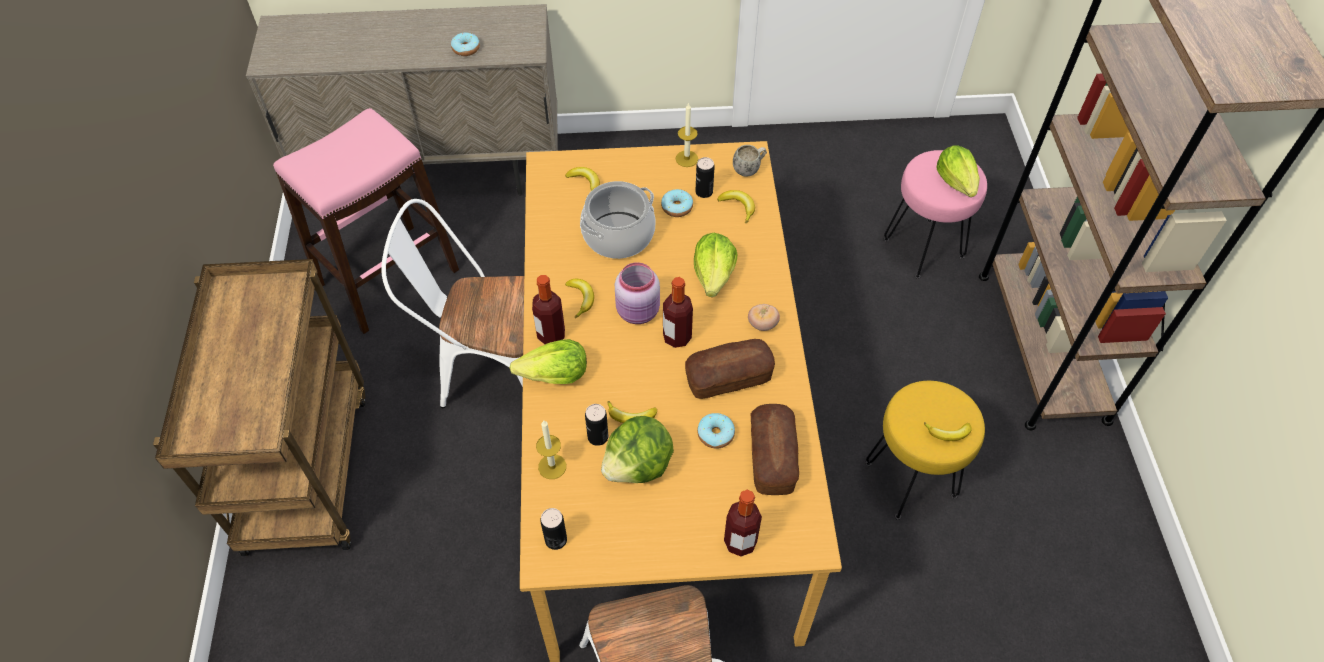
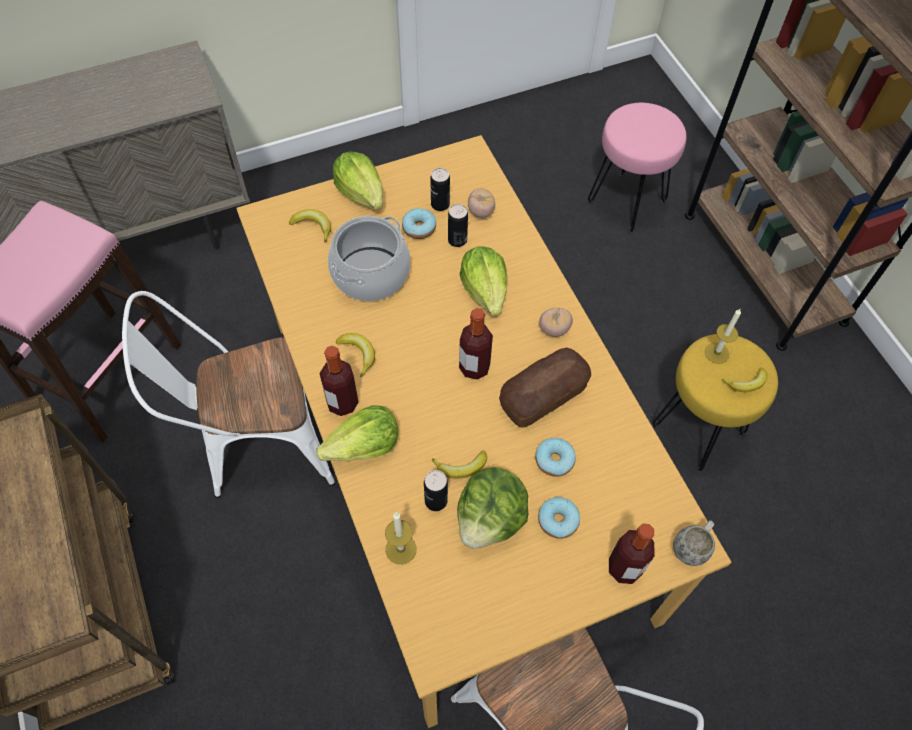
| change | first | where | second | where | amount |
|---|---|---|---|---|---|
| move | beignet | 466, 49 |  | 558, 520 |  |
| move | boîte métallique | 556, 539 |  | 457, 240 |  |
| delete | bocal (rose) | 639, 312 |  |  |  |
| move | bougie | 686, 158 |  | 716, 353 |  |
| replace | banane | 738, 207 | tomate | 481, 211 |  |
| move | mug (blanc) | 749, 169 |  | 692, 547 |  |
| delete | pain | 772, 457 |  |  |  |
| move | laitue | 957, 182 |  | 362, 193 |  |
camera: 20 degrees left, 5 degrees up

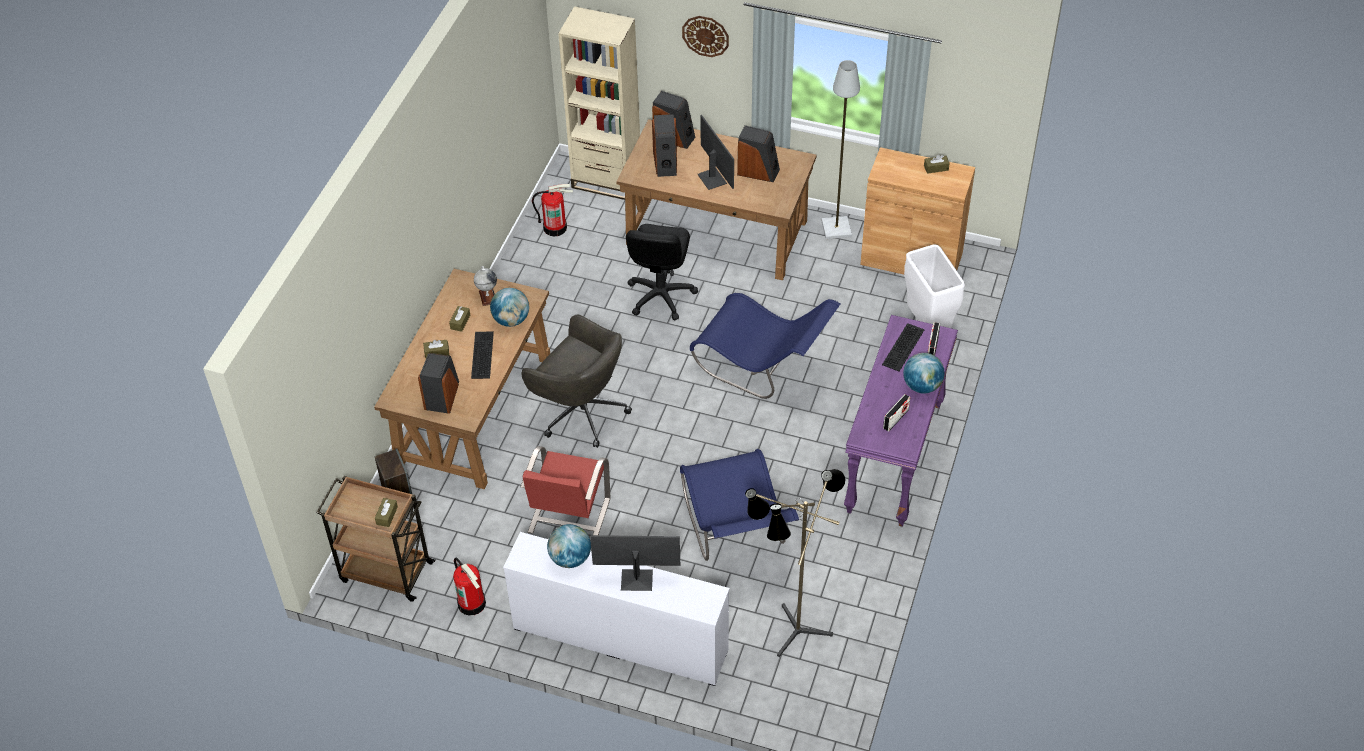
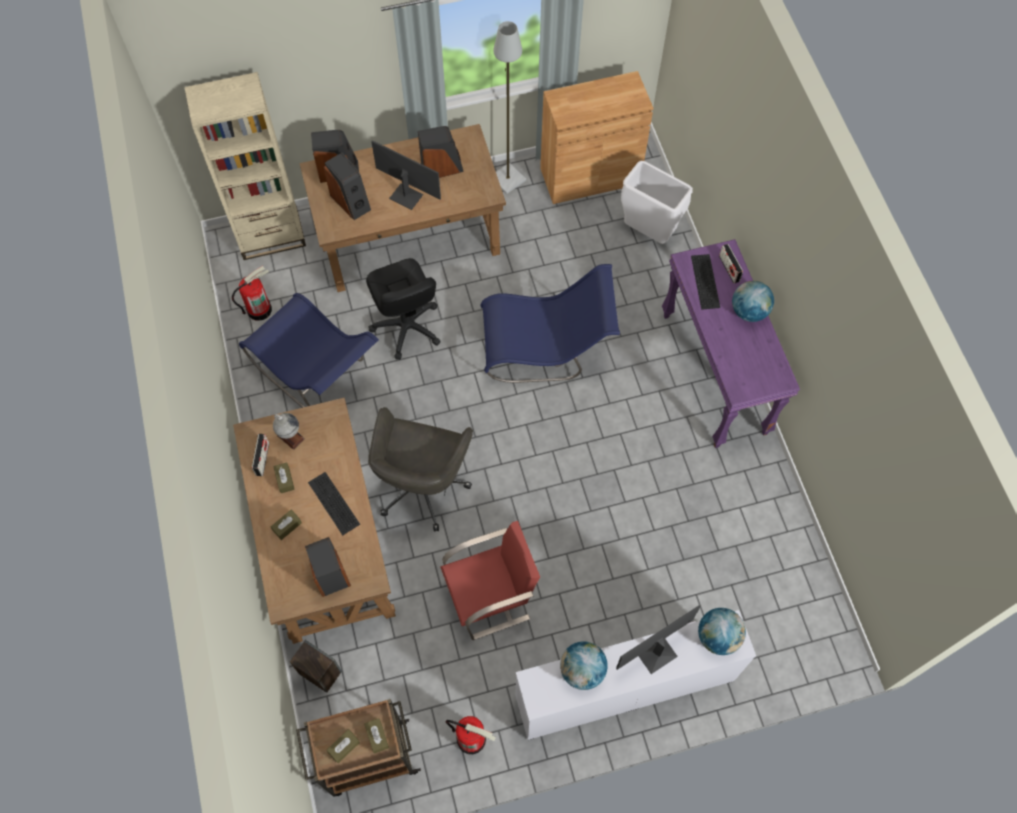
| change | first | where | second | where | amount |
|---|---|---|---|---|---|
| move | globe | 511, 320 |  | 718, 637 |  |
| rotate | chaise de bureau (gris) | 581, 411 |  | 423, 484 | 105 degrees clockwise |
| rotate | chaise (rouge) | 568, 516 |  | 490, 596 | 90 degrees counterclockwise |
| move | chaise (bleu) | 736, 532 |  | 316, 372 |  |
| delete | horloge murale | 705, 36 |  |  |  |
| delete | lampadaire | 791, 629 |  |  |  |
| move | radio | 896, 419 |  | 262, 459 |  |
| move | boîte à mouchoirs (marron) | 936, 168 |  | 344, 747 |  |
camera: 35 degrees left, 15 degrees up

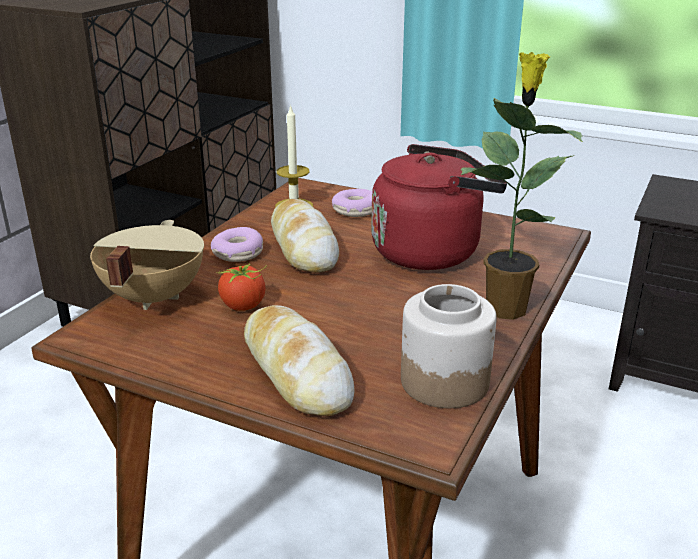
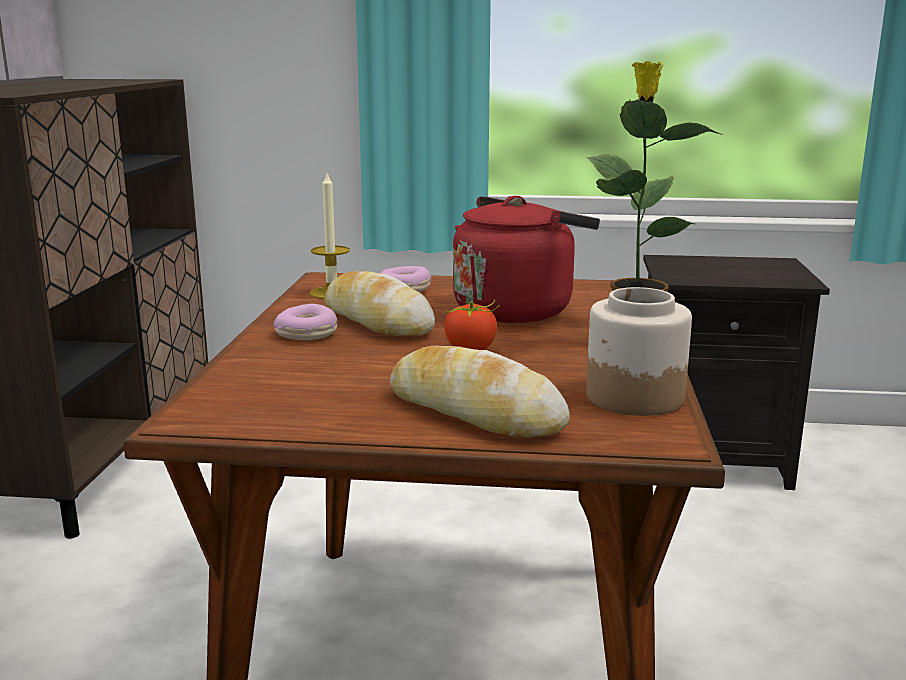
| change | first | where | second | where | amount |
|---|---|---|---|---|---|
| delete | marmite (beige) | 151, 297 |  |  |  |
| move | tomate | 243, 305 |  | 471, 349 |  |
camera: 20 degrees left, 10 degrees down

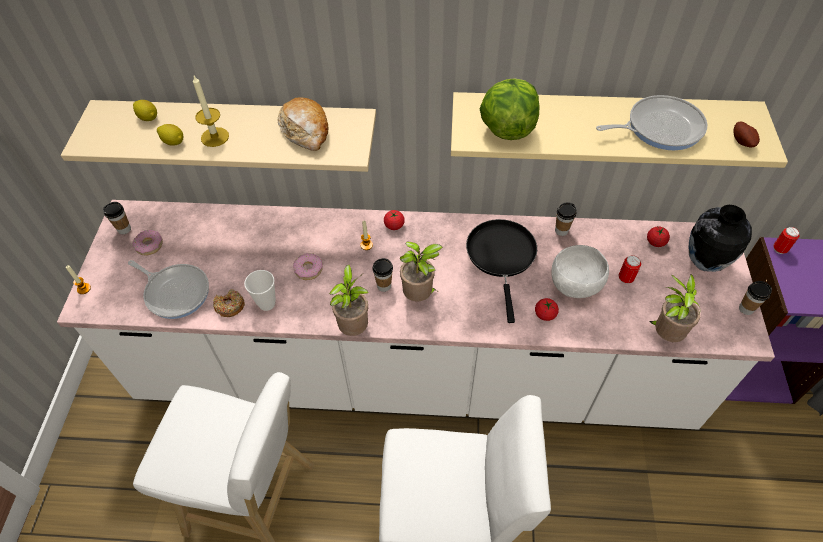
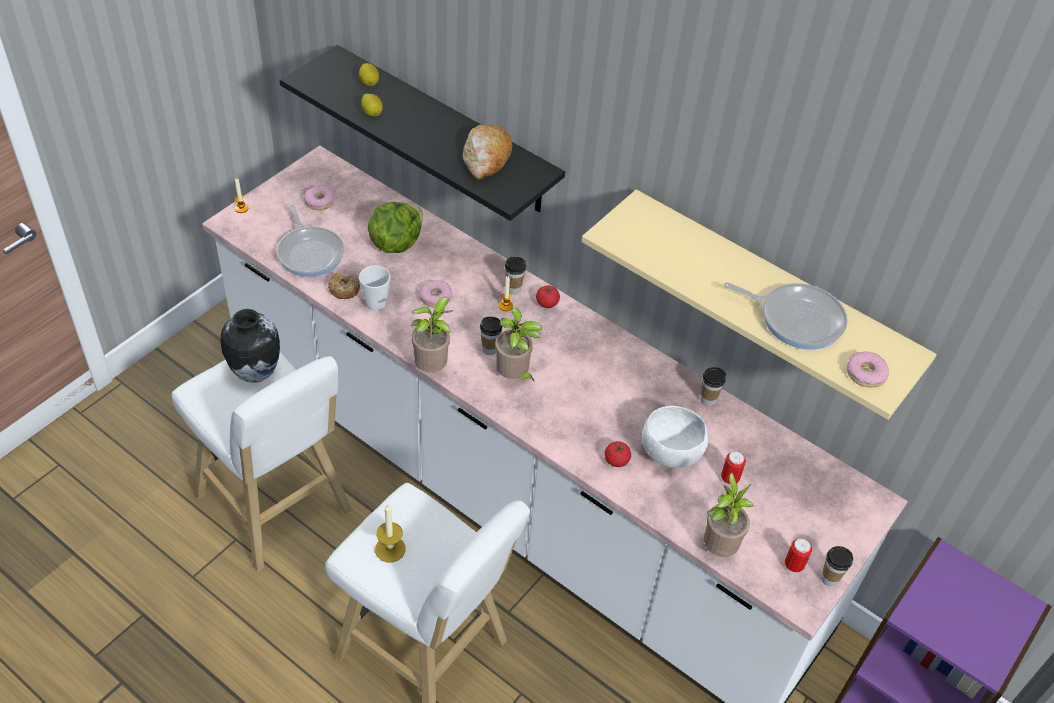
| change | first | where | second | where | amount |
|---|---|---|---|---|---|
| recolor | étagère (beige) | 238, 128 | étagère (noir) | 445, 131 |  |
| move | tasse | 124, 229 |  | 513, 289 |  |
| move | bougie | 215, 137 |  | 390, 549 |  |
| delete | poêle (noir) | 501, 256 |  |  |  |
| move | laitue | 507, 128 |  | 395, 242 |  |
| delete | tomate | 655, 242 |  |  |  |
| move | vase | 703, 263 |  | 255, 373 |  |
| replace | pomme de terre | 743, 142 | beignet | 865, 374 |  |
| move | boîte métallique | 779, 249 |  | 793, 565 |  |
camera: 30 degrees right, 5 degrees down

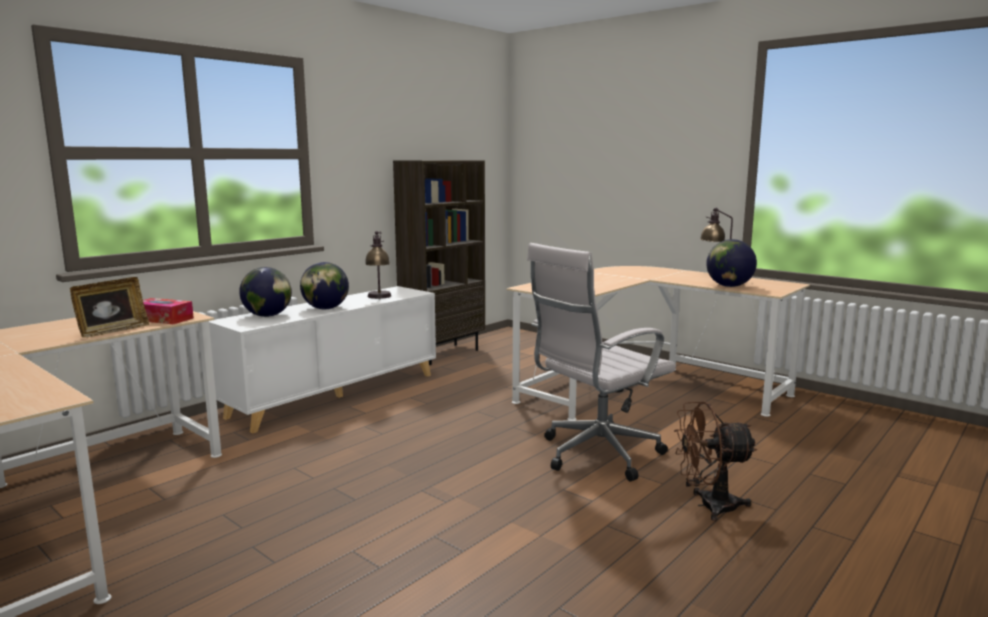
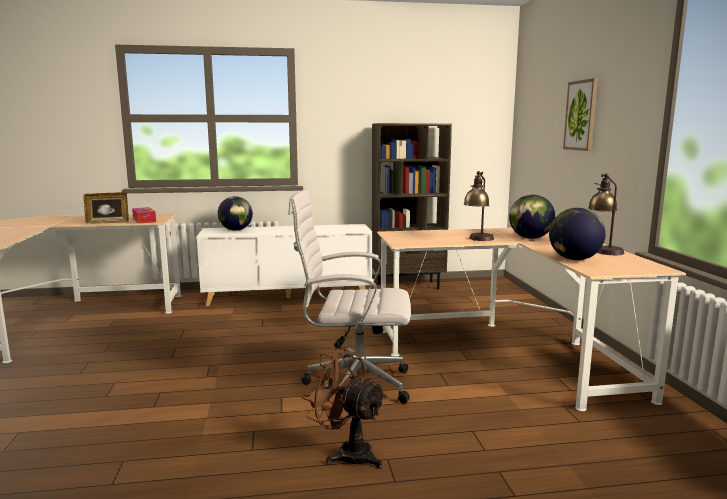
| change | first | where | second | where | amount |
|---|---|---|---|---|---|
| move | globe | 325, 308 |  | 530, 238 |  |
| move | lampe de table | 379, 298 |  | 478, 240 |  |
| insert |  |  | tableau | 581, 115 |  |
camera: 40 degrees right, 0 degrees up

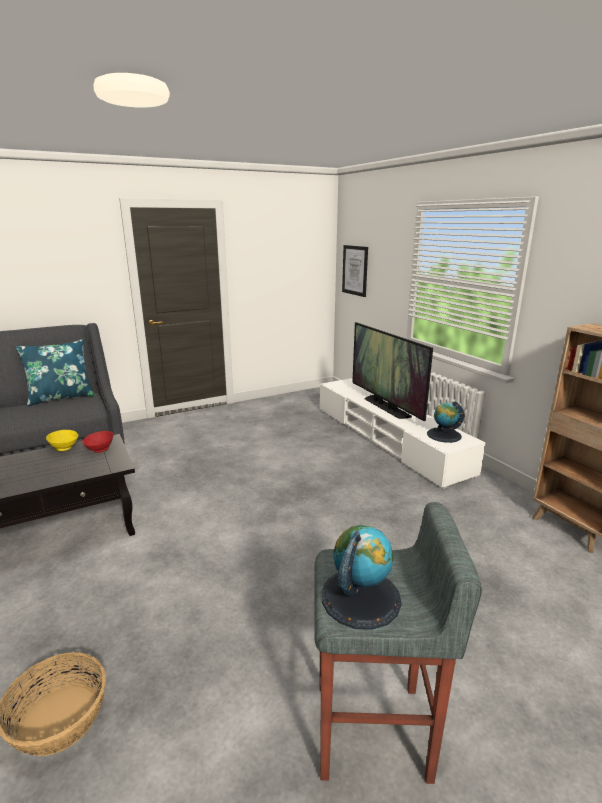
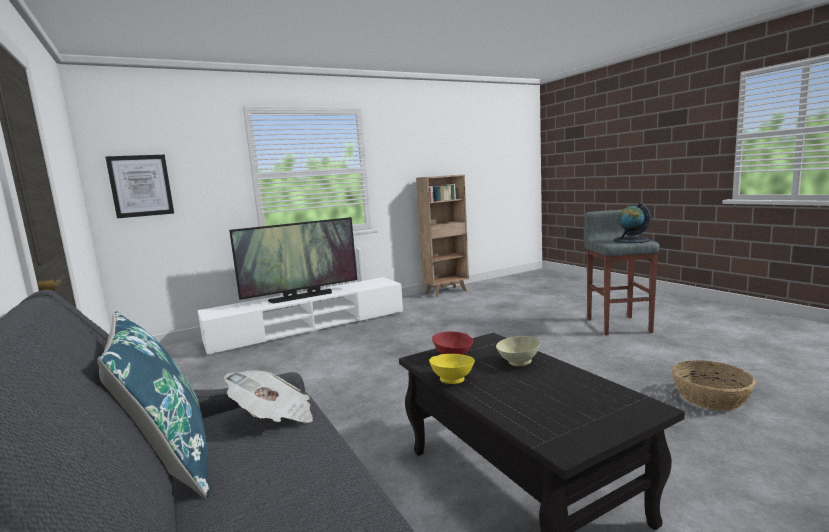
| change | first | where | second | where | amount |
|---|---|---|---|---|---|
| delete | globe | 444, 435 |  |  |  |
| insert |  |  | journal | 274, 417 |  |
| insert |  |  | bol (beige) | 518, 362 |  |
camera: 90 degrees left, 10 degrees down

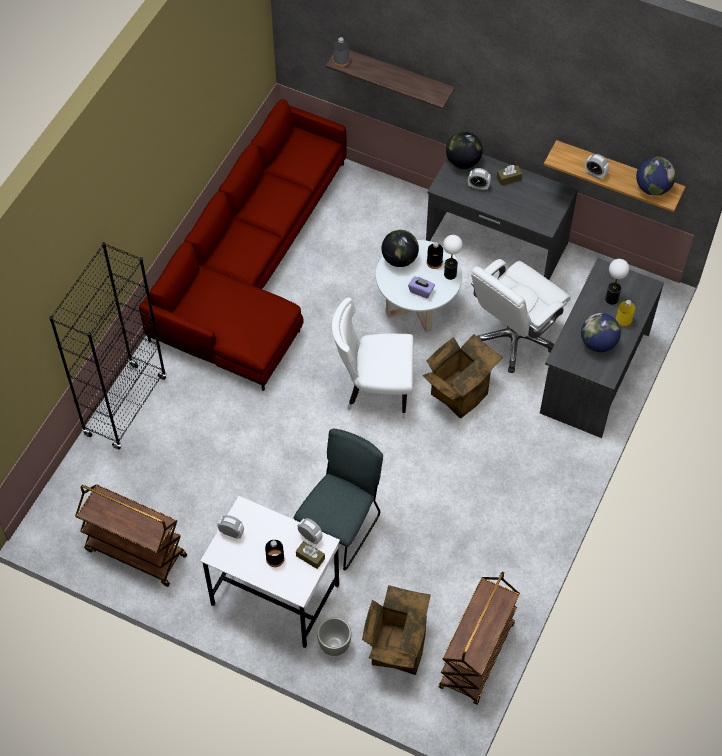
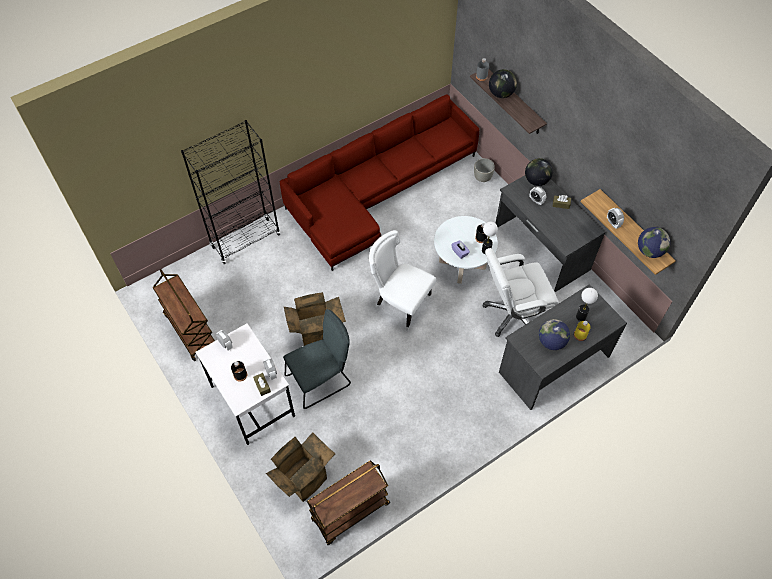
| change | first | where | second | where | amount |
|---|---|---|---|---|---|
| move | cache-pot (gris) | 334, 645 |  | 482, 178 |  |
| move | globe | 399, 259 |  | 501, 94 |  |
| move | carton | 458, 391 |  | 316, 331 |  |
camera: 30 degrees right, 0 degrees up

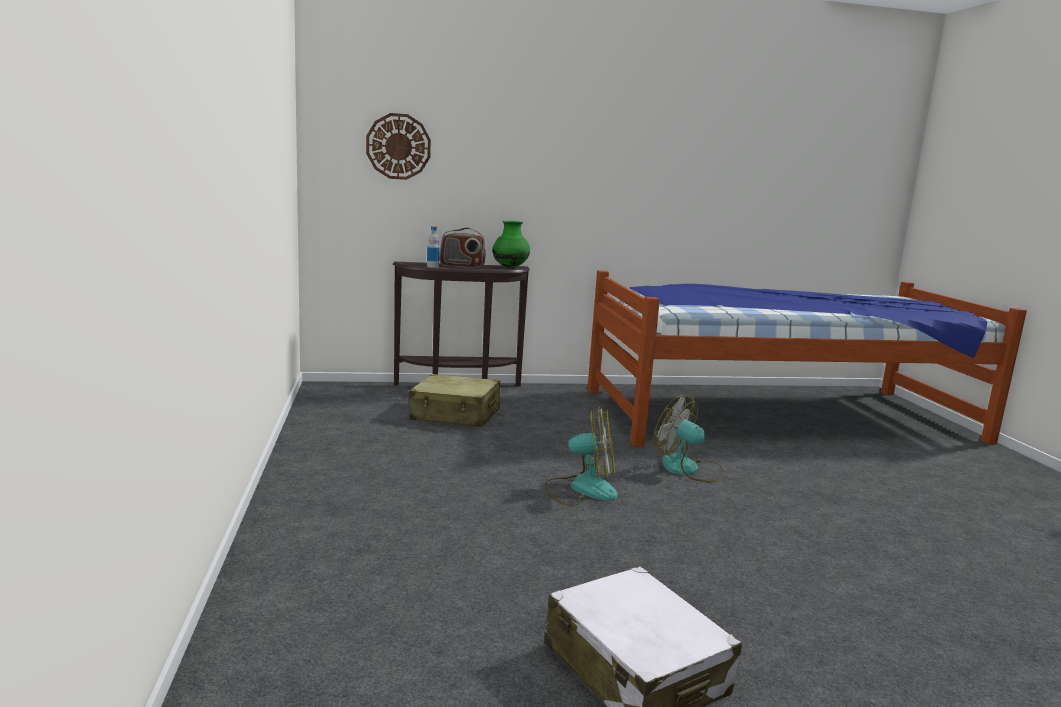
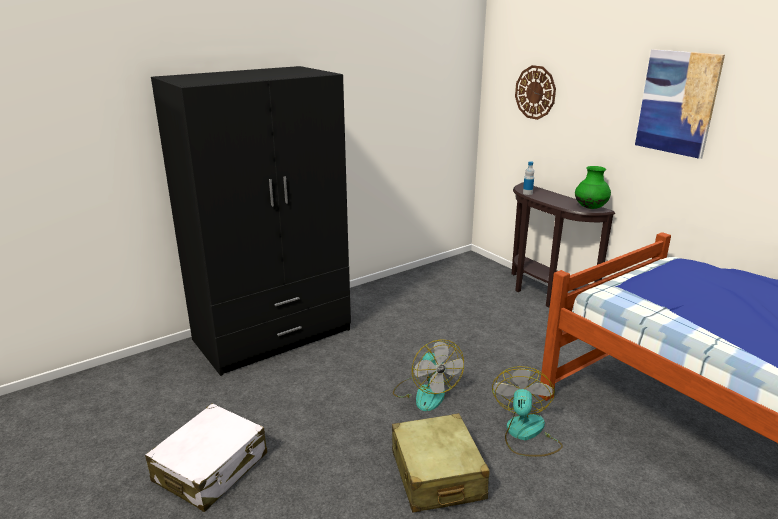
| change | first | where | second | where | amount |
|---|---|---|---|---|---|
| move | valise (beige) | 455, 415 |  | 437, 475 |  |
| delete | radio | 462, 266 |  |  |  |
| insert |  |  | armoire (noir) | 273, 335 |  |
| insert |  |  | tableau | 677, 103 |  |
camera: 65 degrees right, 10 degrees up

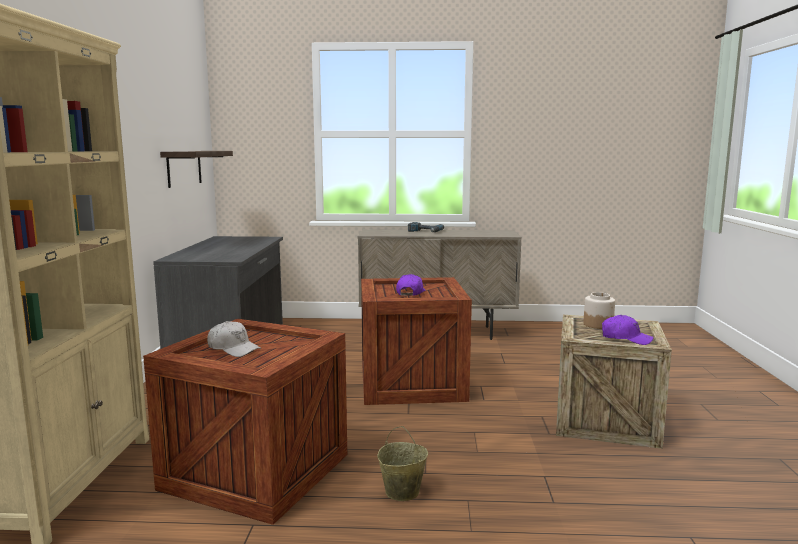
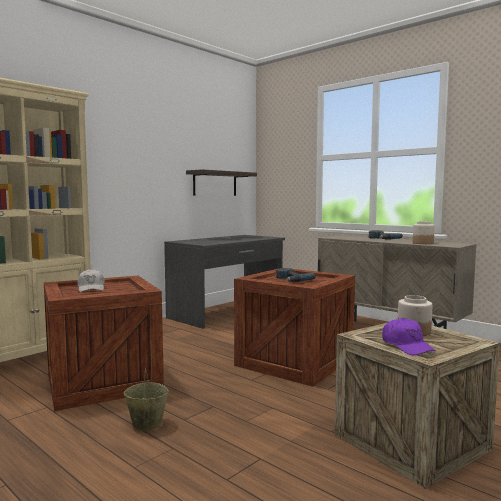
| change | first | where | second | where | amount |
|---|---|---|---|---|---|
| replace | casquette (violet) | 410, 293 | perceuse | 291, 280 |  |
| insert |  |  | bocal | 422, 243 |  |
camera: 40 degrees right, 5 degrees down

